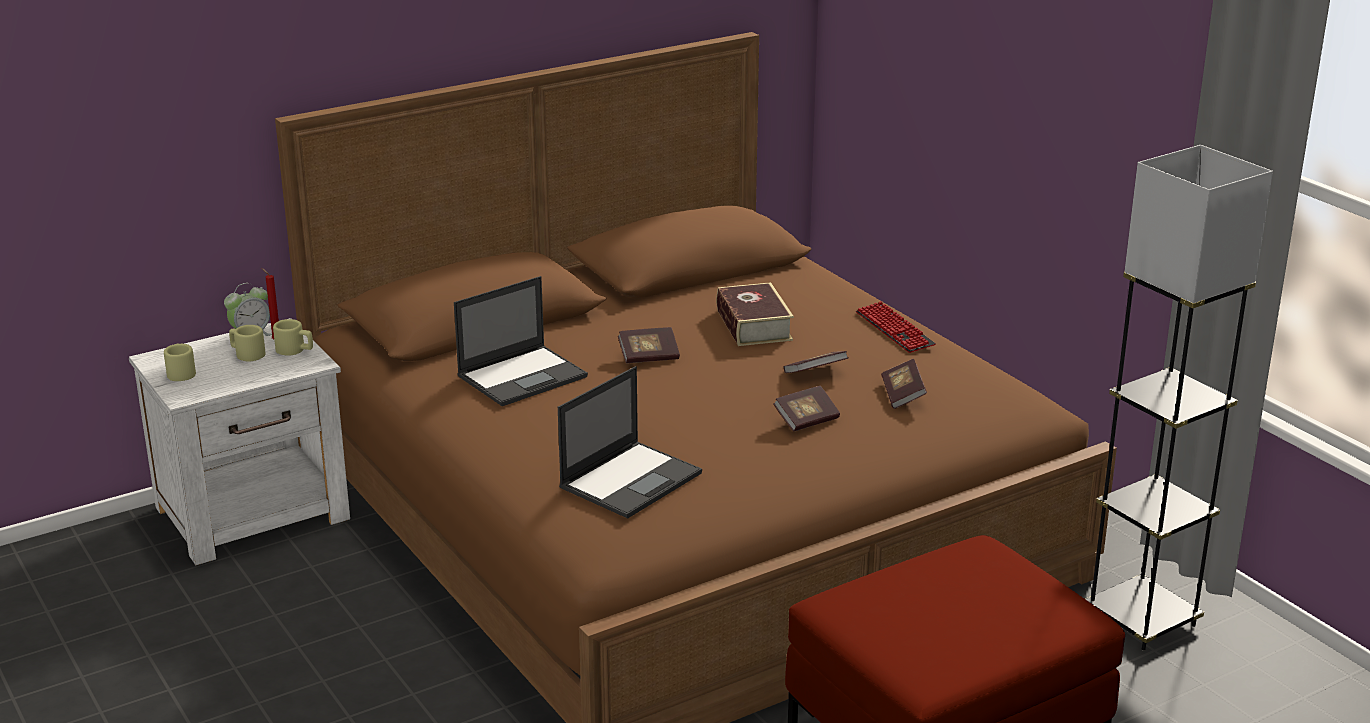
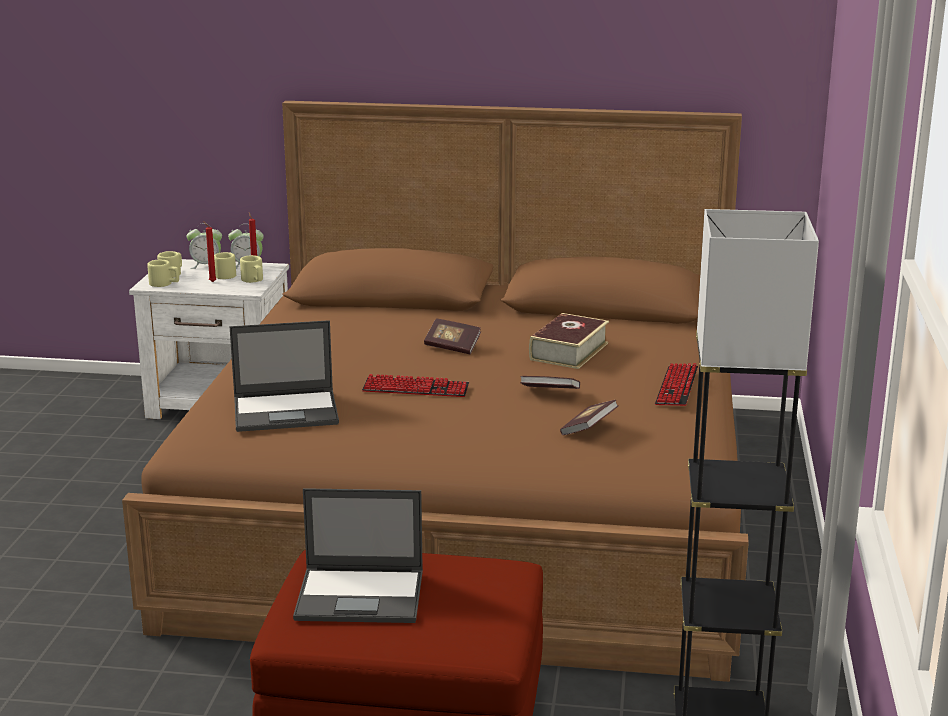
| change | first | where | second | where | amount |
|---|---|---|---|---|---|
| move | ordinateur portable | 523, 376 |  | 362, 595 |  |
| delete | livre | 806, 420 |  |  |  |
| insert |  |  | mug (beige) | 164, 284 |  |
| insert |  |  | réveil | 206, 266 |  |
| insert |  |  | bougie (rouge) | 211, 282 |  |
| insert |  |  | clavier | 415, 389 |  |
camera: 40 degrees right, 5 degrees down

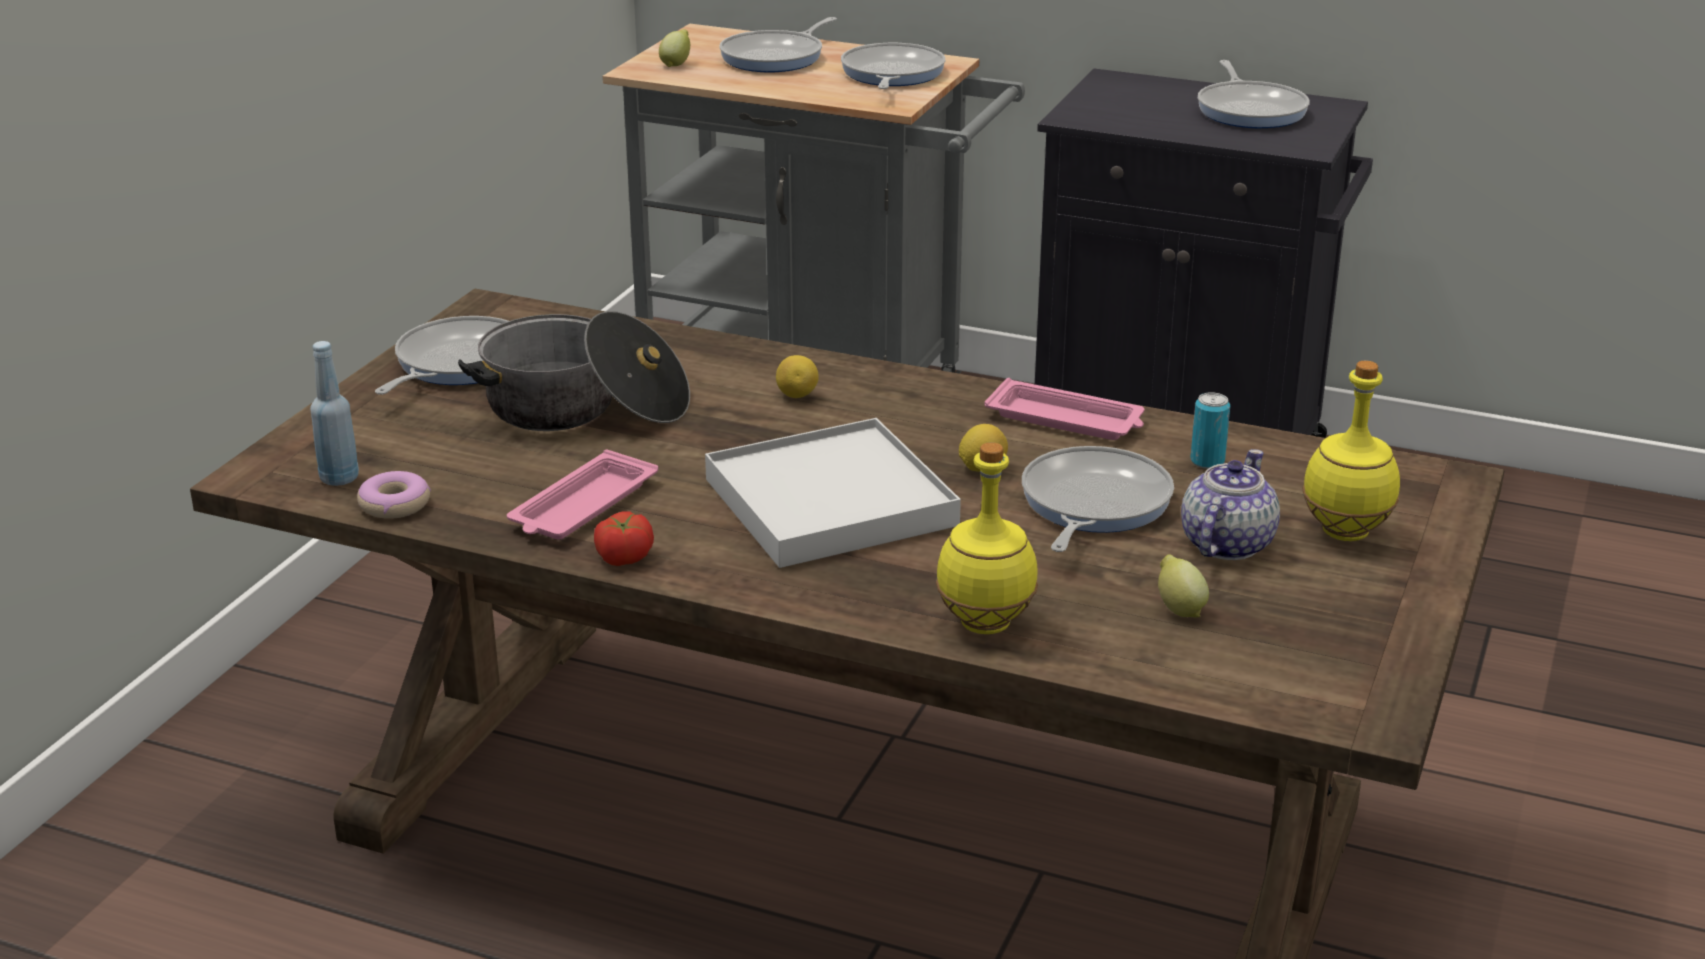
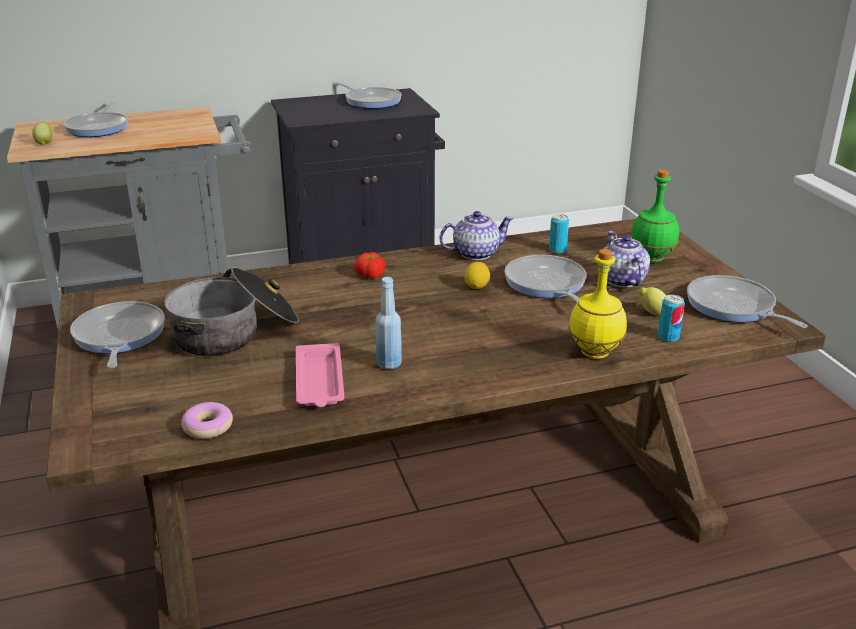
| change | first | where | second | where | amount |
|---|---|---|---|---|---|
| move | bouteille (bleu) | 339, 478 |  | 388, 364 |  |
| move | tomate | 623, 557 |  | 370, 275 |  |
| delete | plateau (blanc) | 830, 502 |  |  |  |
| delete | citron | 797, 396 |  |  |  |
| move | poêle | 891, 74 |  | 733, 307 |  |
| replace | plateau (rose) | 1067, 420 | théière | 475, 253 |  |
| recolor | bouteille (jaune) | 1346, 532 | bouteille (vert) | 652, 258 |  |
| insert |  |  | boîte métallique | 668, 337 |  |
camera: 40 degrees left, 0 degrees up

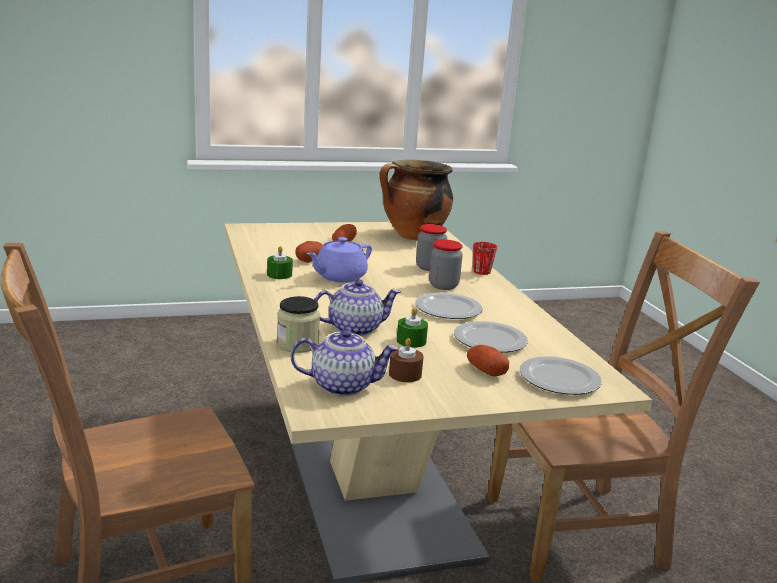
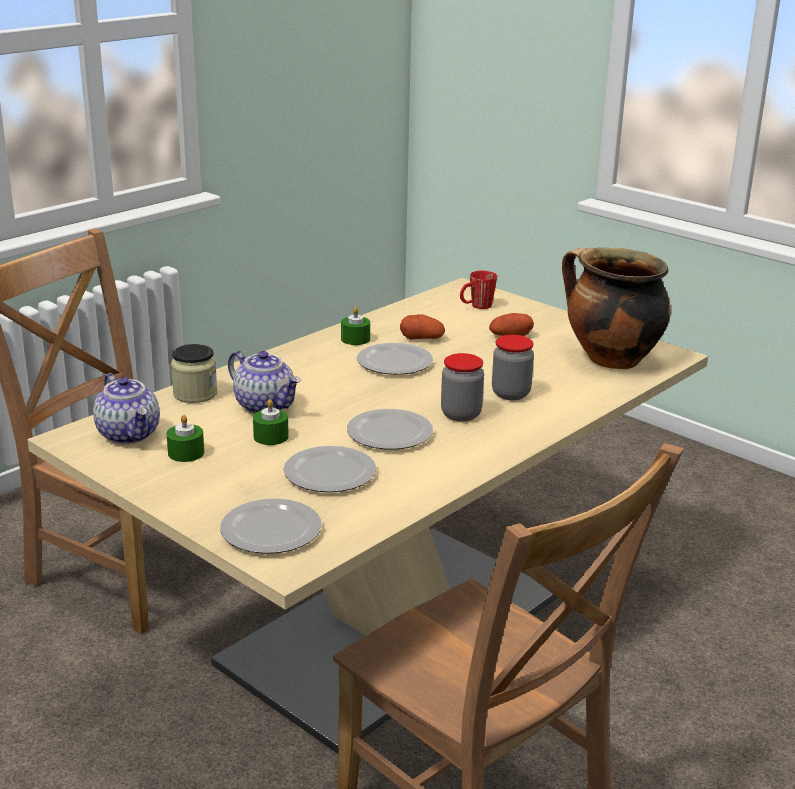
| change | first | where | second | where | amount |
|---|---|---|---|---|---|
| replace | théière (violet) | 339, 277 | assiette | 395, 363 |  |
| recolor | bougie (marron) | 405, 374 | bougie (vert) | 186, 453 |  |
| delete | pomme de terre | 486, 371 |  |  |  |
| move | mug (rouge) | 483, 274 |  | 476, 307 |  |
camera: 60 degrees right, 5 degrees up

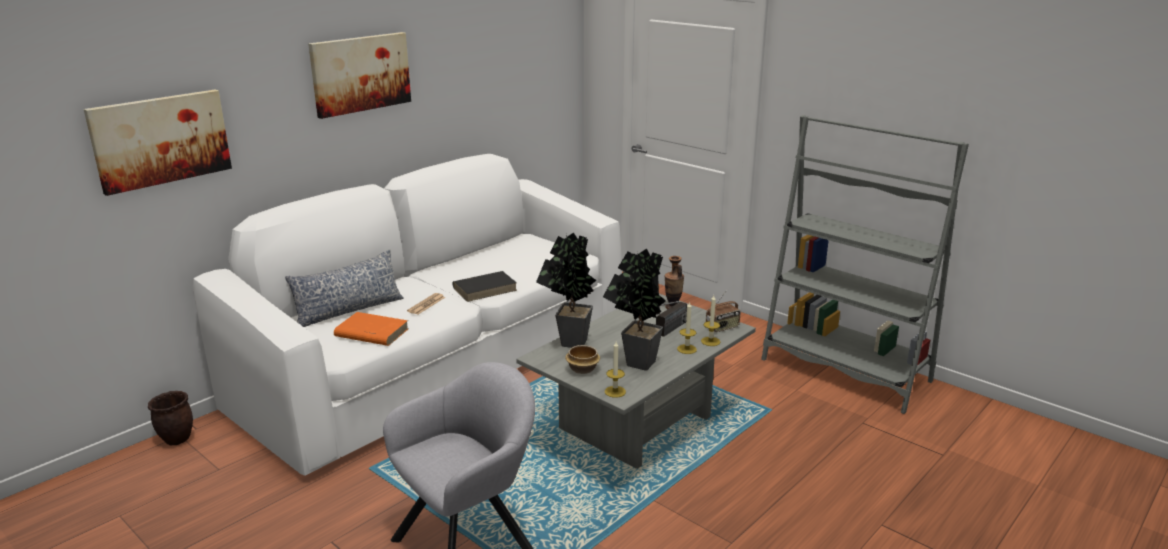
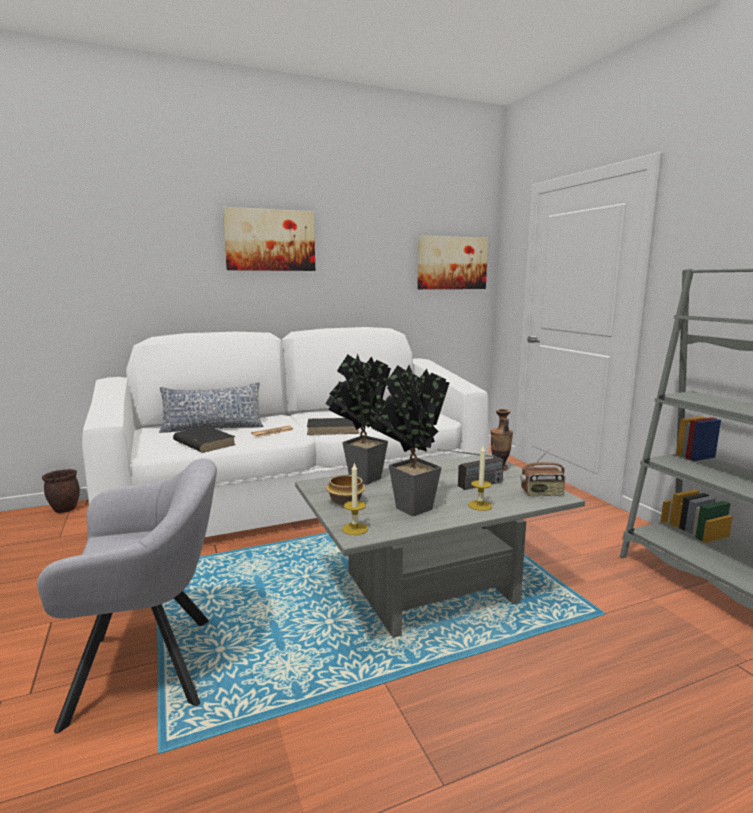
| change | first | where | second | where | amount |
|---|---|---|---|---|---|
| move | tableau | 161, 140 |  | 452, 263 |  |
| recolor | livre (orange) | 371, 333 | livre (noir) | 204, 443 |  |
| delete | bougie | 710, 341 |  |  |  |
camera: 25 degrees right, 10 degrees down

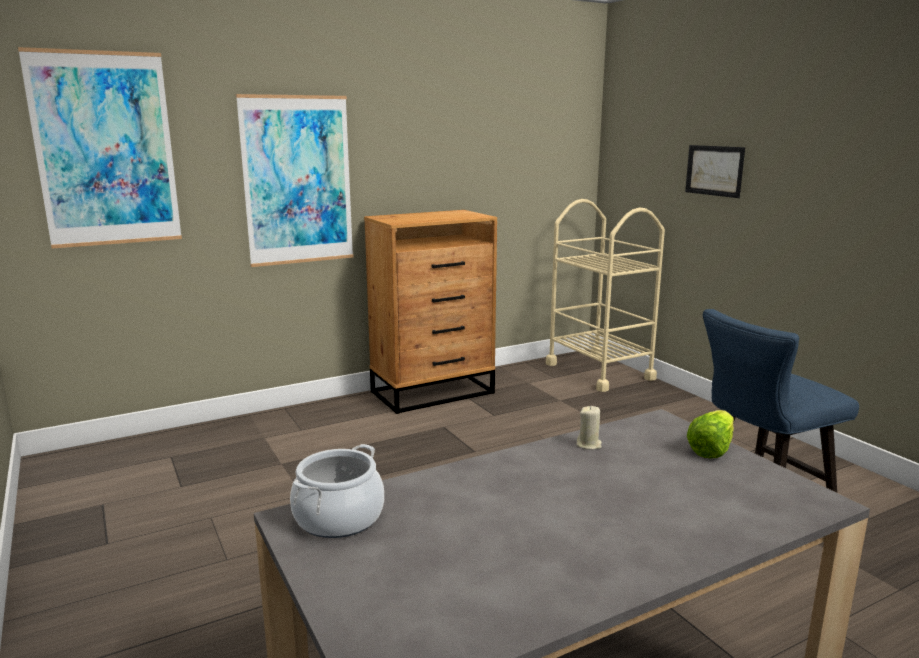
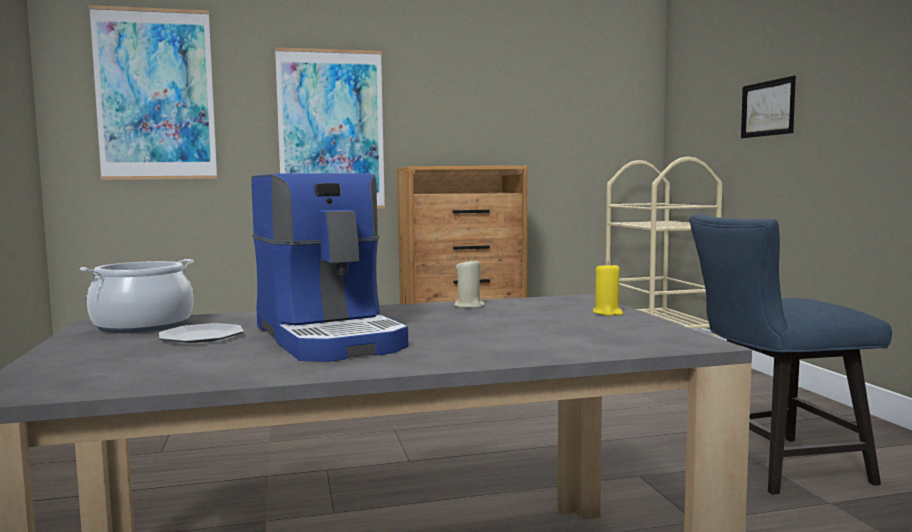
| change | first | where | second | where | amount |
|---|---|---|---|---|---|
| replace | laitue | 711, 449 | bougie (jaune) | 607, 313 |  |
| insert |  |  | assiette | 202, 337 |  |
| insert |  |  | machine à café | 331, 337 |  |
camera: 15 degrees right, 10 degrees down

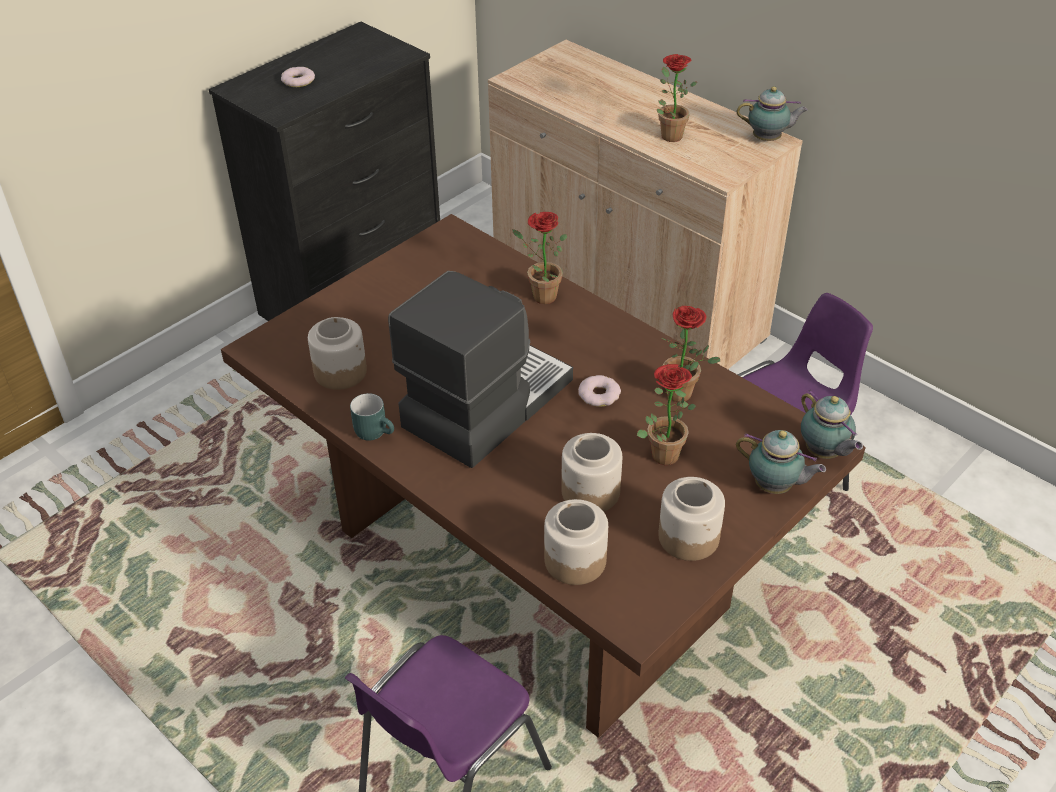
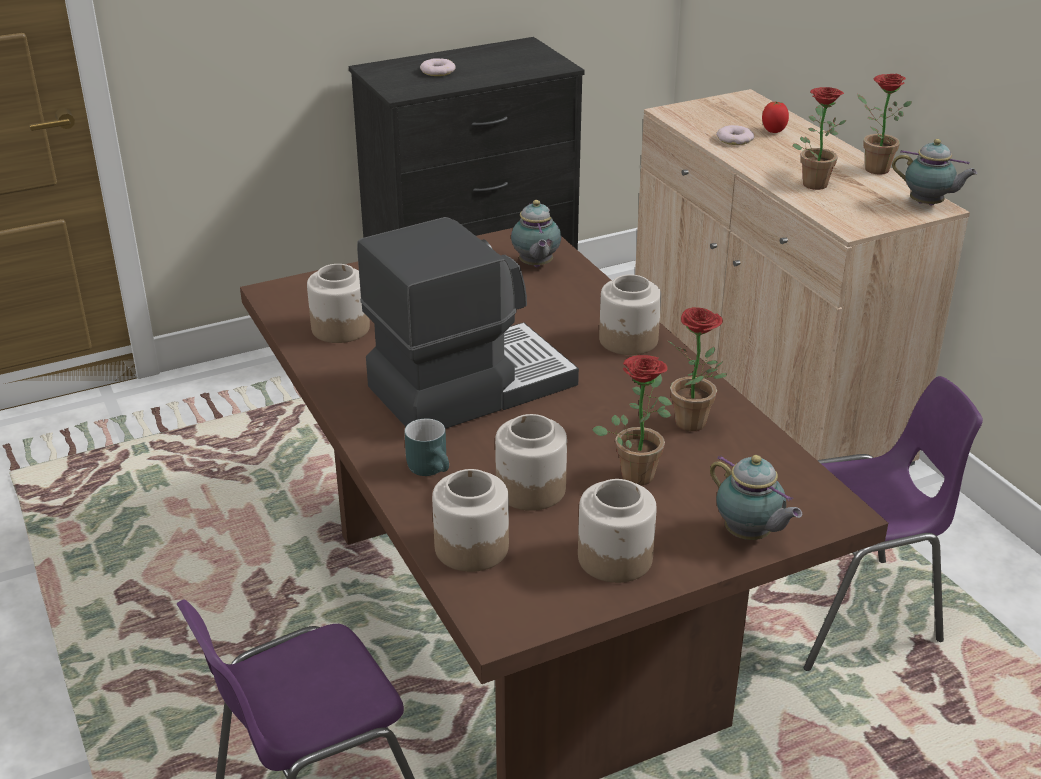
| change | first | where | second | where | amount |
|---|---|---|---|---|---|
| move | mug (turquoise) | 376, 431 |  | 432, 468 |  |
| move | plante en pot | 539, 295 |  | 871, 168 |  |
| move | beignet | 599, 394 |  | 735, 139 |  |
| move | théière | 824, 453 |  | 535, 265 |  |
| insert |  |  | bocal | 628, 340 |  |
| insert |  |  | tomate | 773, 131 |  |
camera: 20 degrees right, 10 degrees down

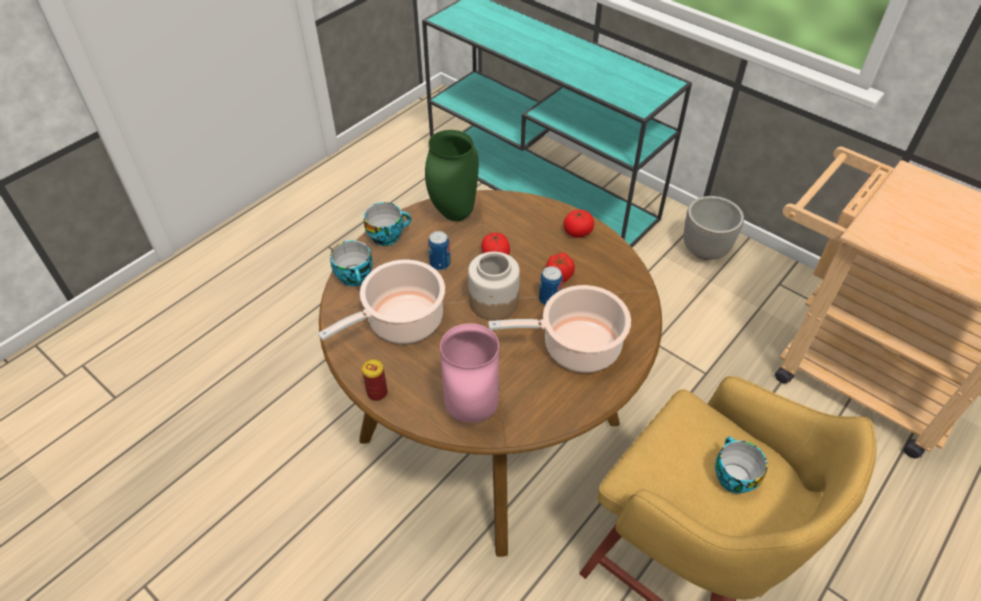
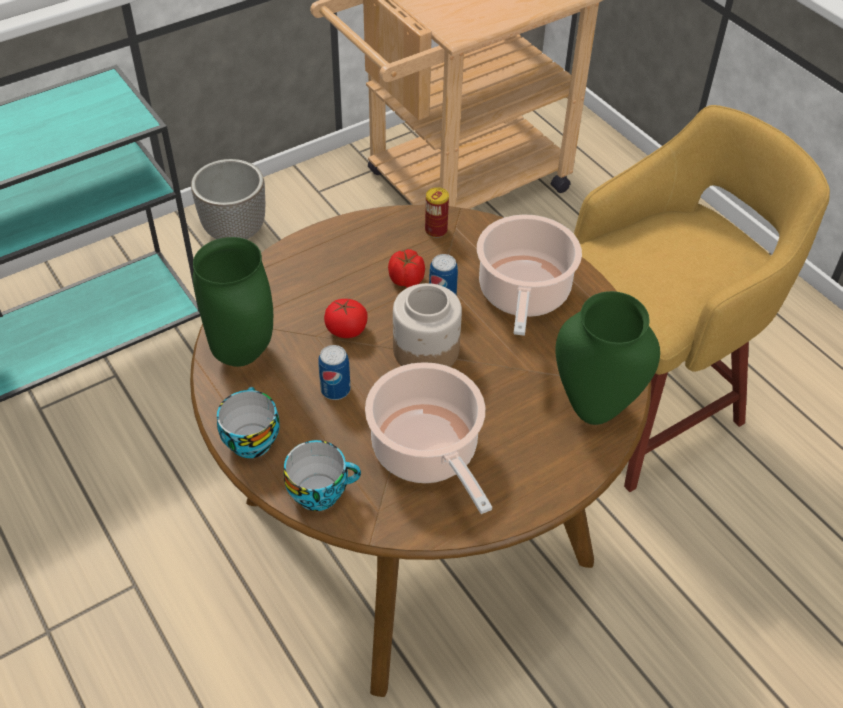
| change | first | where | second | where | amount |
|---|---|---|---|---|---|
| move | boîte métallique | 377, 393 |  | 436, 230 |  |
| recolor | vase (rose) | 473, 412 | vase (vert) | 595, 408 |  |
| delete | tomate | 577, 232 |  |  |  |
| delete | tasse | 732, 476 |  |  |  |
camera: 75 degrees left, 0 degrees up

